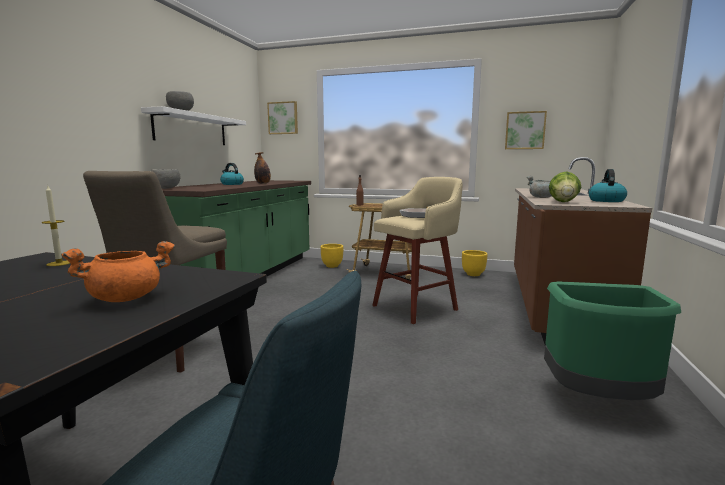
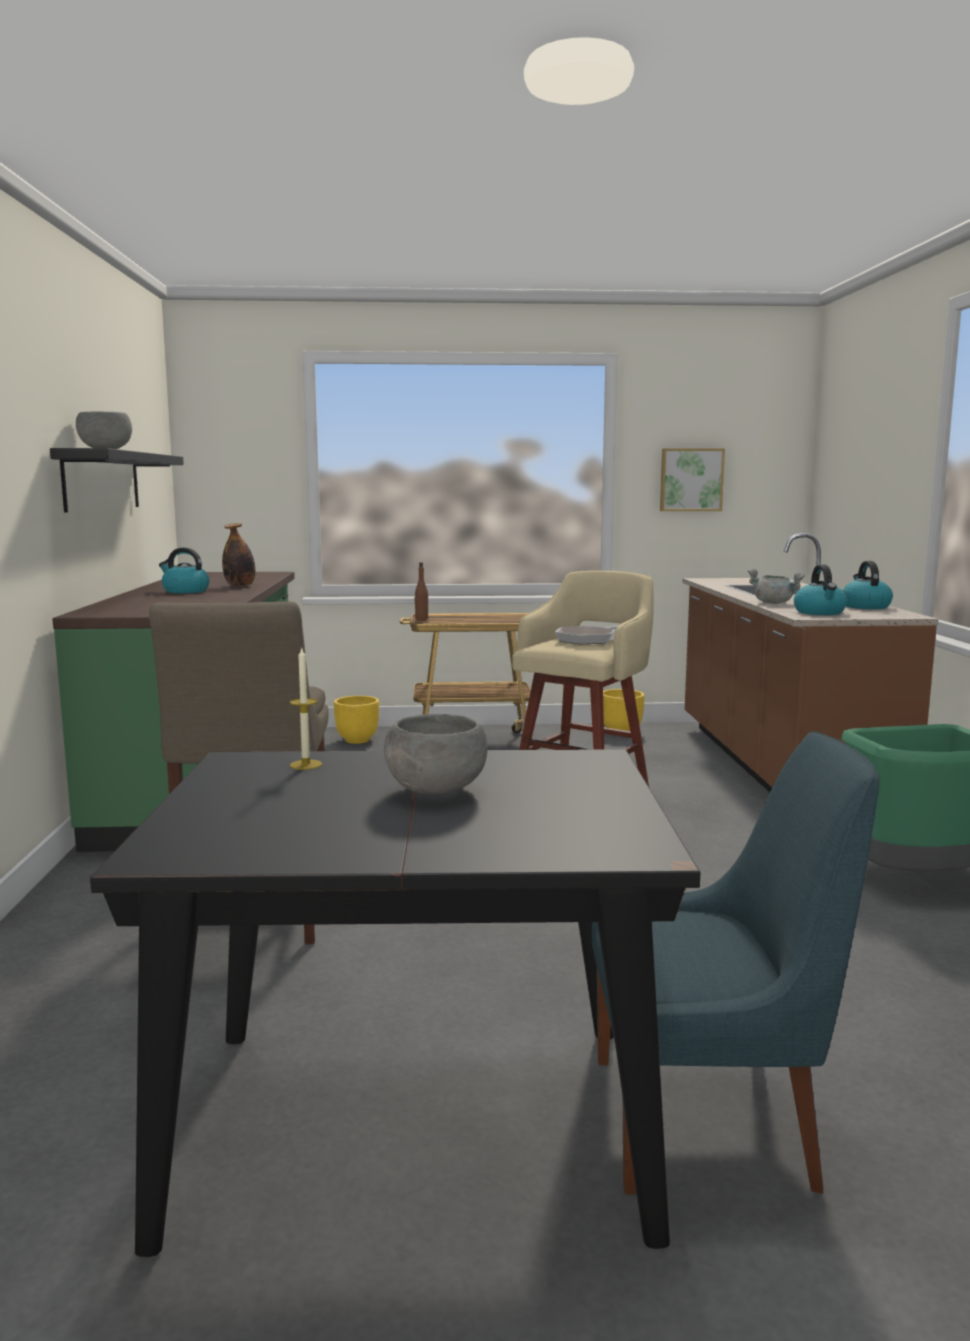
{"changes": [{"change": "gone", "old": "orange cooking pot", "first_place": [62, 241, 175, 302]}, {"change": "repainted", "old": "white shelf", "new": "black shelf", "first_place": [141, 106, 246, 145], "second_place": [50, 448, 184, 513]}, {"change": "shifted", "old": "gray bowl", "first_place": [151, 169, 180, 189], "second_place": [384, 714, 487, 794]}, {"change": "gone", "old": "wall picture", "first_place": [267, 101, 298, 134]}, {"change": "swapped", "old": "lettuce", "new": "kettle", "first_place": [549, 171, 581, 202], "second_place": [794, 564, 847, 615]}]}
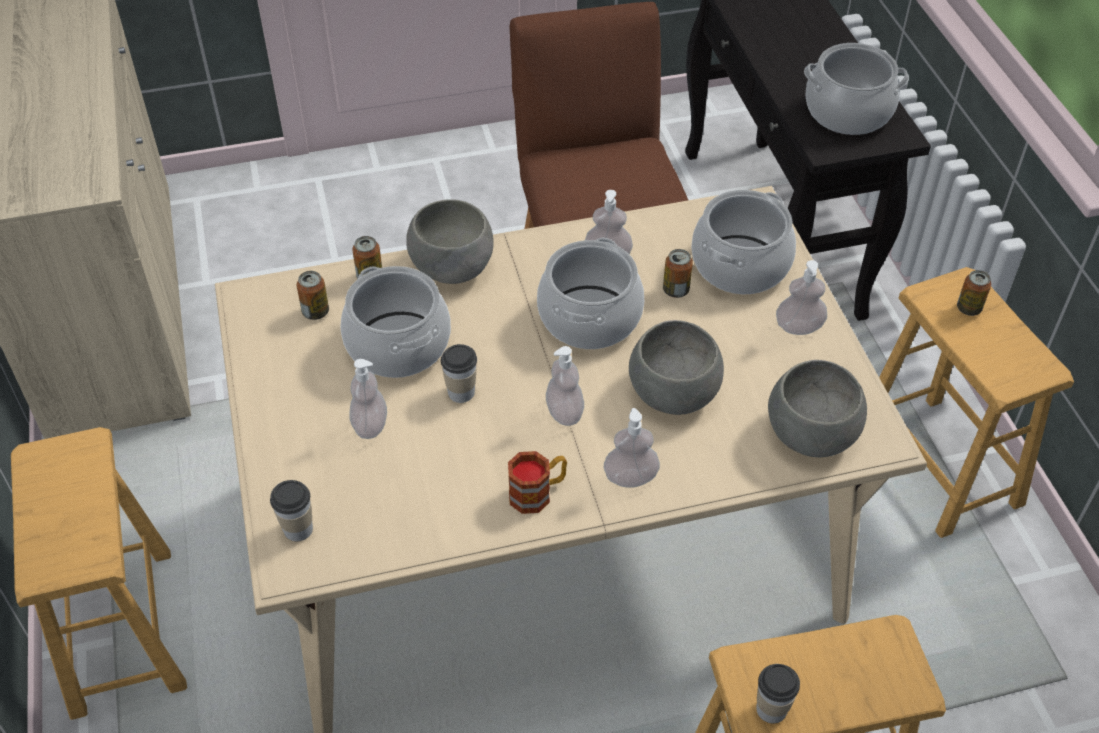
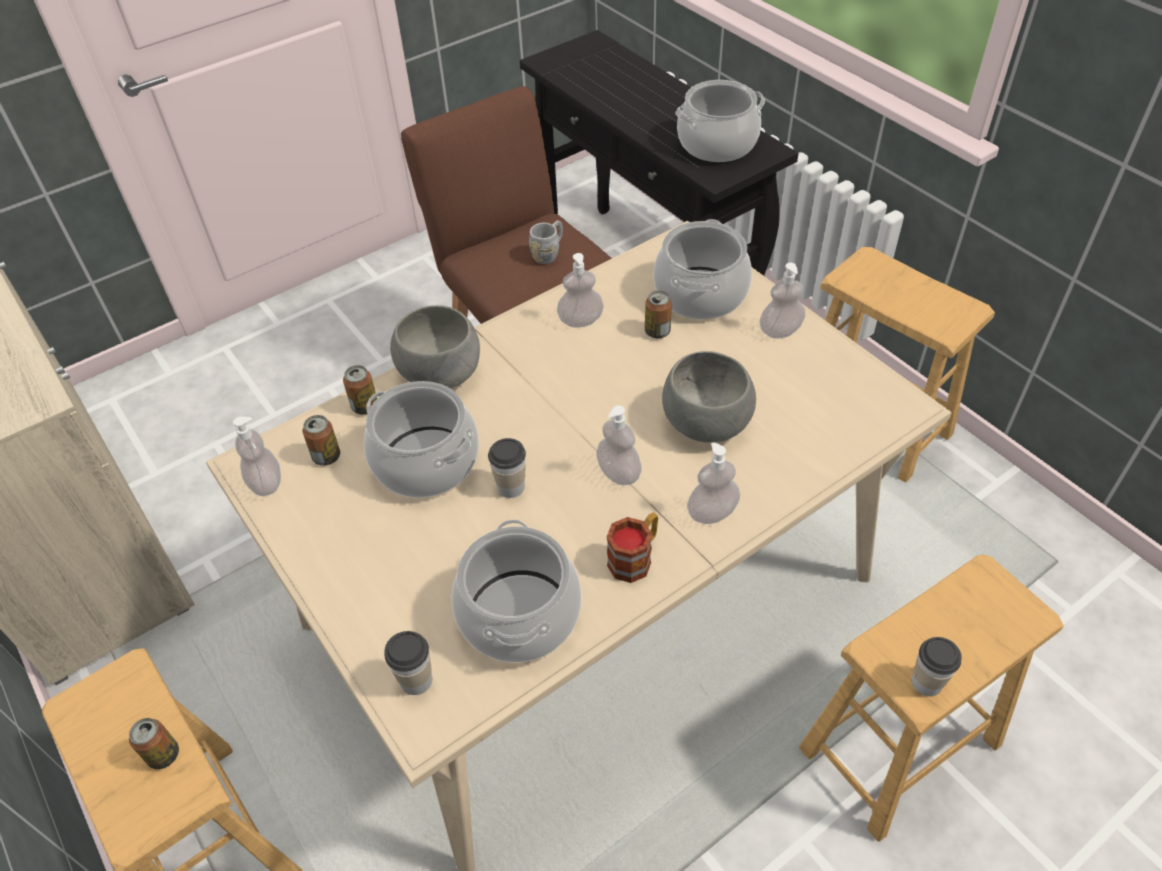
{"changes": [{"change": "shifted", "old": "soap dispenser", "first_place": [349, 359, 387, 439], "second_place": [233, 416, 281, 496]}, {"change": "shifted", "old": "cooking pot", "first_place": [537, 238, 644, 349], "second_place": [452, 520, 581, 662]}, {"change": "gone", "old": "gray bowl", "first_place": [768, 360, 867, 457]}, {"change": "shifted", "old": "sealed can", "first_place": [957, 270, 991, 316], "second_place": [129, 718, 179, 769]}, {"change": "new", "new": "gray coffee mug", "second_place": [529, 221, 563, 264]}]}
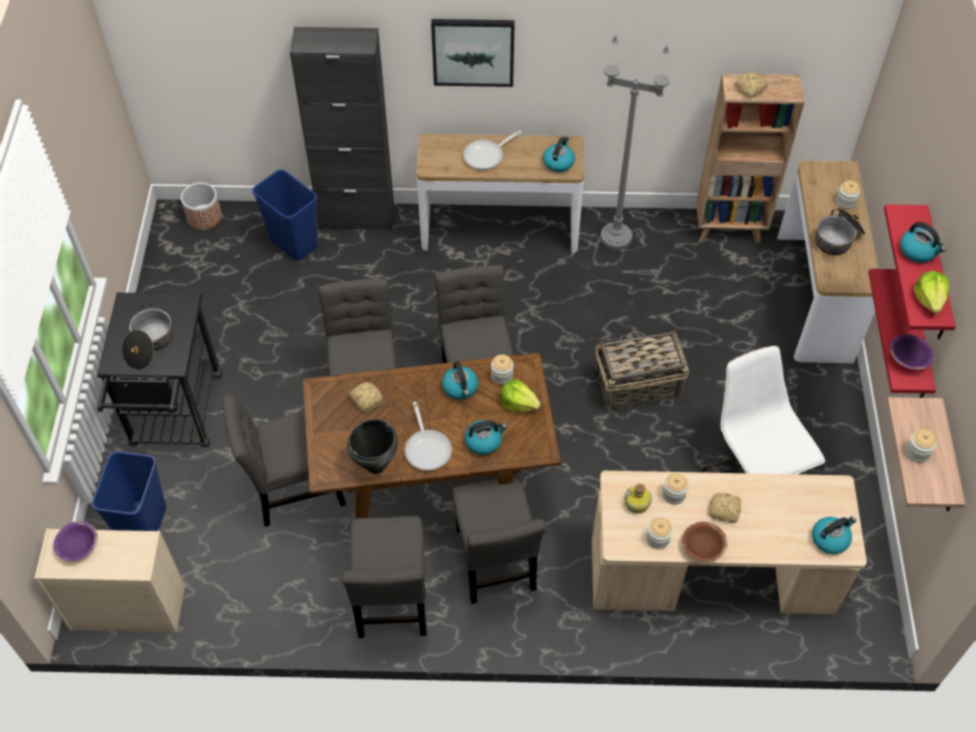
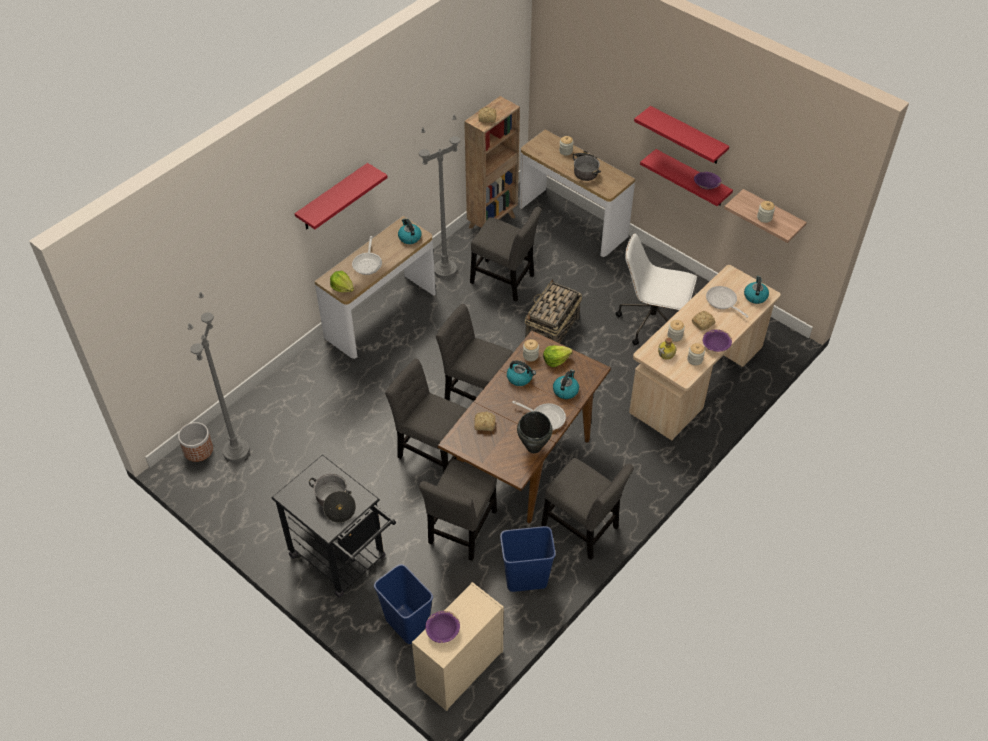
{"changes": [{"change": "shifted", "old": "blue trash can", "first_place": [252, 169, 318, 260], "second_place": [500, 526, 556, 592]}, {"change": "gone", "old": "black cupboard", "first_place": [290, 27, 394, 230]}, {"change": "swapped", "old": "wall picture", "new": "red-coloured shelf", "first_place": [431, 19, 515, 87], "second_place": [295, 163, 388, 229]}, {"change": "shifted", "old": "gray plain chair", "first_place": [453, 475, 546, 604], "second_place": [470, 207, 542, 302]}, {"change": "repainted", "old": "brown-coloured bowl", "new": "purple bowl", "first_place": [682, 522, 727, 562], "second_place": [703, 329, 732, 352]}, {"change": "gone", "old": "kettle", "first_place": [900, 222, 946, 263]}, {"change": "shifted", "old": "lettuce", "first_place": [914, 271, 949, 313], "second_place": [330, 271, 354, 292]}, {"change": "new", "new": "gray standing lamp", "second_place": [188, 292, 250, 463]}, {"change": "new", "new": "frying pan", "second_place": [706, 286, 749, 318]}]}
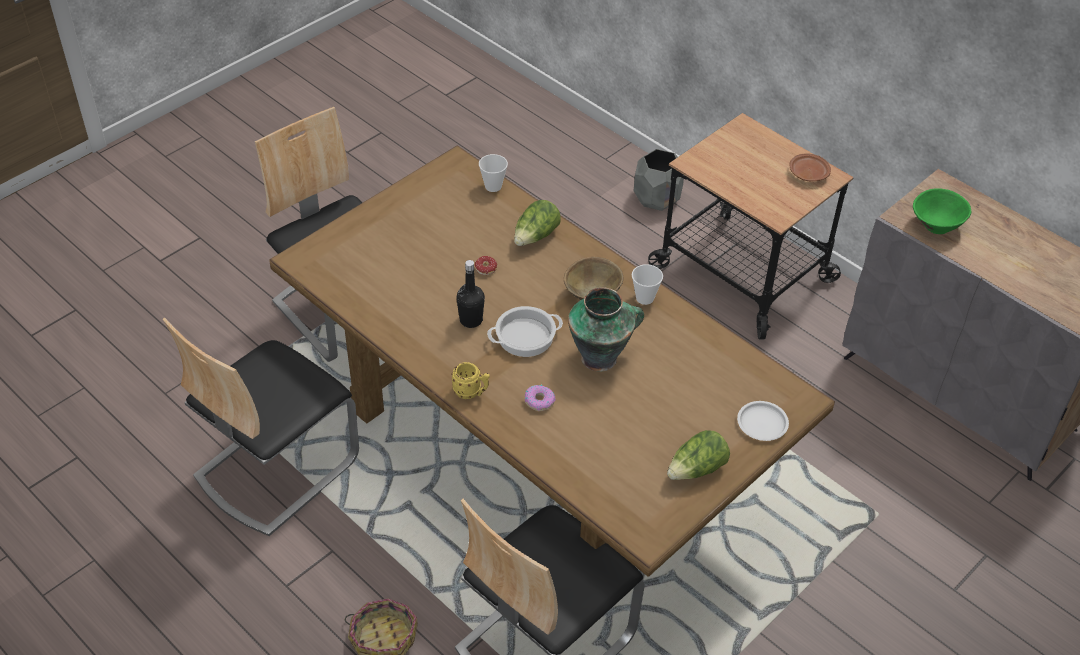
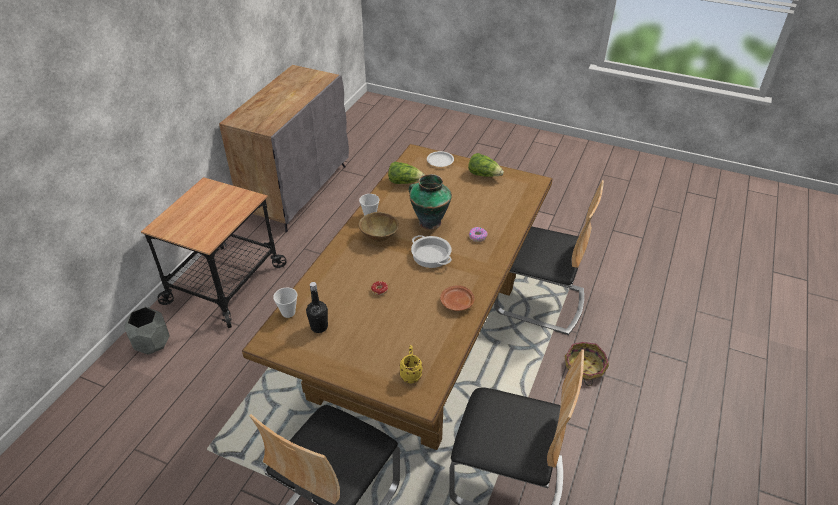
{"changes": [{"change": "shifted", "old": "yellow-coloured coffee mug", "first_place": [451, 362, 490, 399], "second_place": [399, 345, 423, 383]}, {"change": "shifted", "old": "black bottle", "first_place": [456, 260, 485, 328], "second_place": [306, 282, 328, 333]}, {"change": "shifted", "old": "lettuce", "first_place": [514, 200, 561, 246], "second_place": [388, 162, 425, 184]}, {"change": "shifted", "old": "brown-coloured dinner plate", "first_place": [790, 153, 831, 181], "second_place": [440, 285, 475, 311]}, {"change": "gone", "old": "greenish bowl", "first_place": [913, 188, 971, 234]}]}
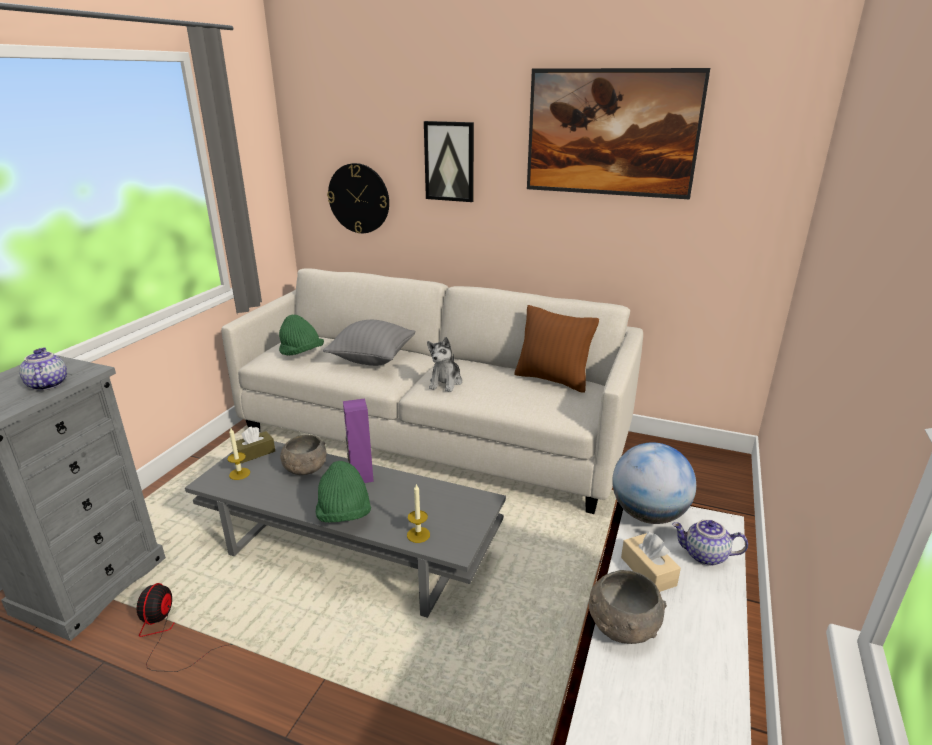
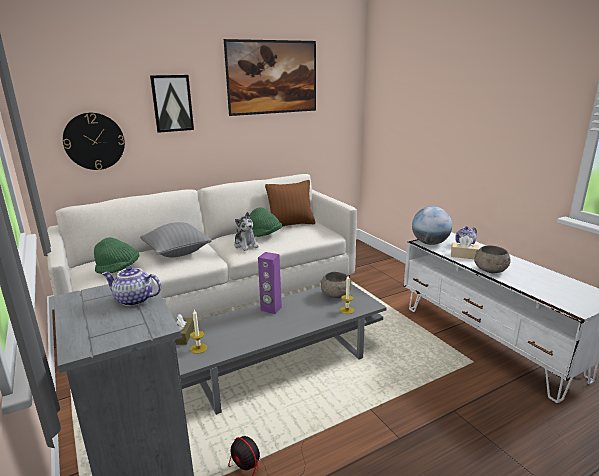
{"changes": [{"change": "shifted", "old": "gray bowl", "first_place": [280, 435, 327, 475], "second_place": [320, 272, 352, 298]}, {"change": "shifted", "old": "greenish wearable hat", "first_place": [316, 461, 371, 523], "second_place": [250, 207, 282, 237]}]}
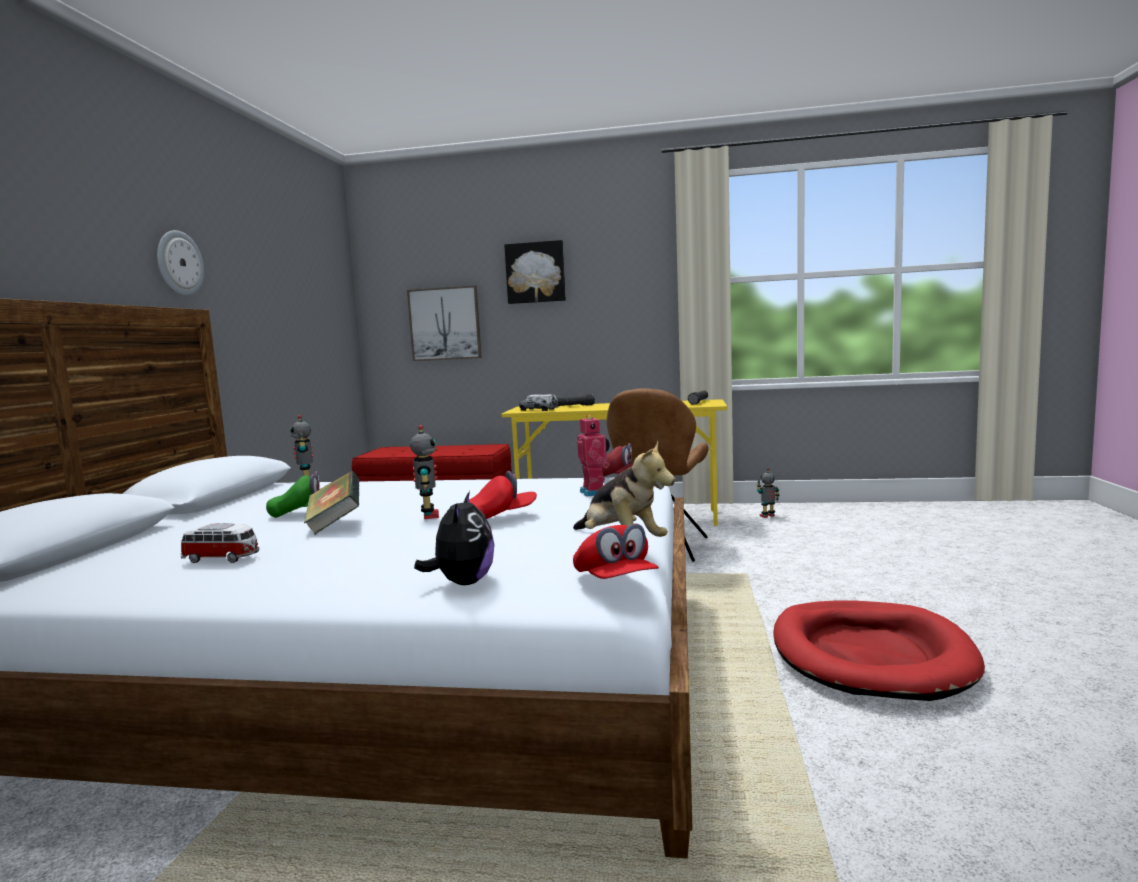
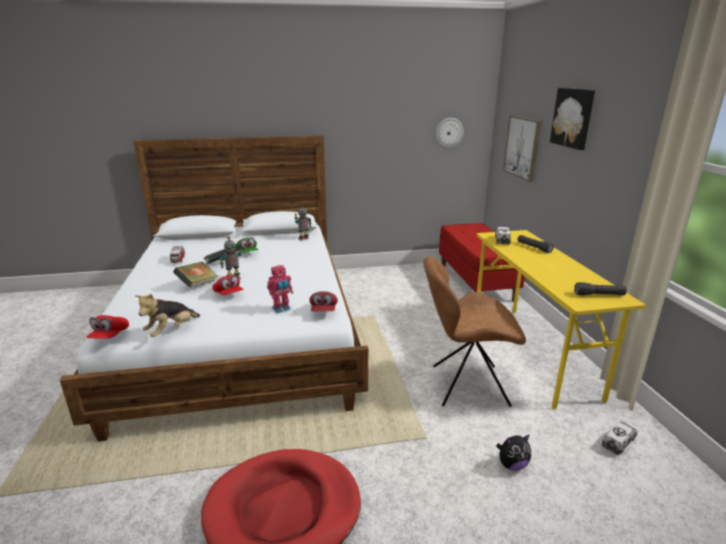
{"changes": [{"change": "shifted", "old": "wall clock", "first_place": [157, 230, 204, 296], "second_place": [435, 118, 464, 148]}, {"change": "shifted", "old": "plush toy", "first_place": [414, 491, 494, 585], "second_place": [496, 434, 531, 471]}, {"change": "rotated", "old": "red-coloured peaked cap", "first_place": [573, 523, 659, 579], "second_place": [86, 315, 129, 339], "degrees": -45}, {"change": "swapped", "old": "model robot", "new": "toy lorry", "first_place": [757, 468, 780, 518], "second_place": [601, 422, 638, 455]}, {"change": "new", "new": "book", "second_place": [173, 262, 218, 288]}]}
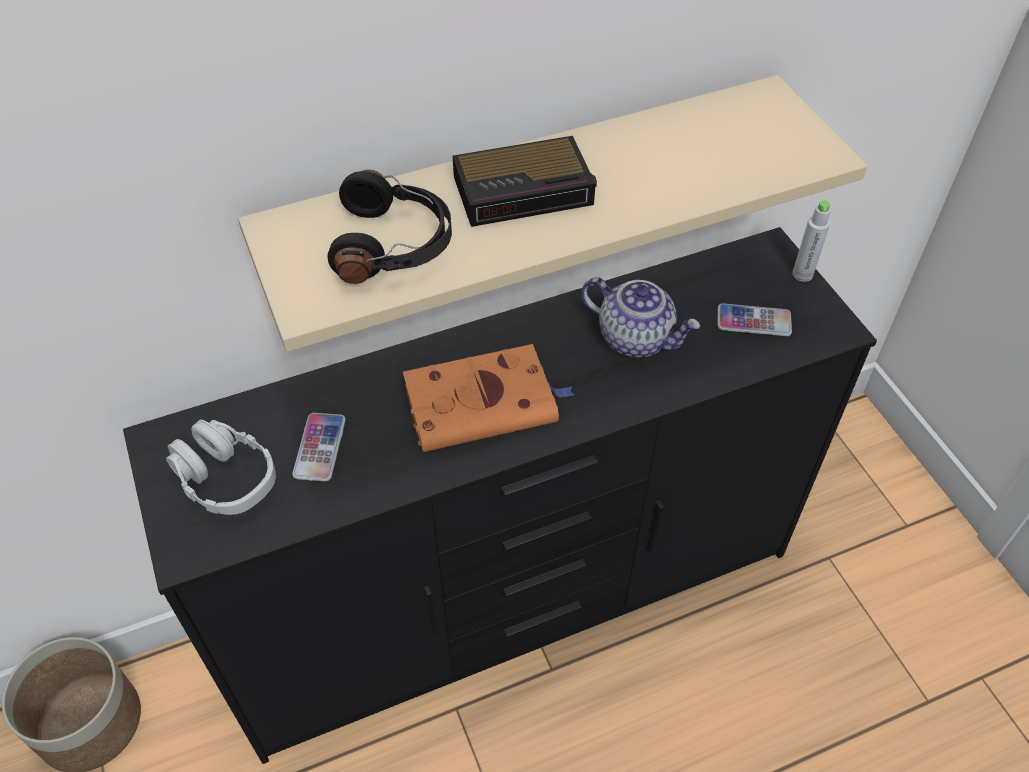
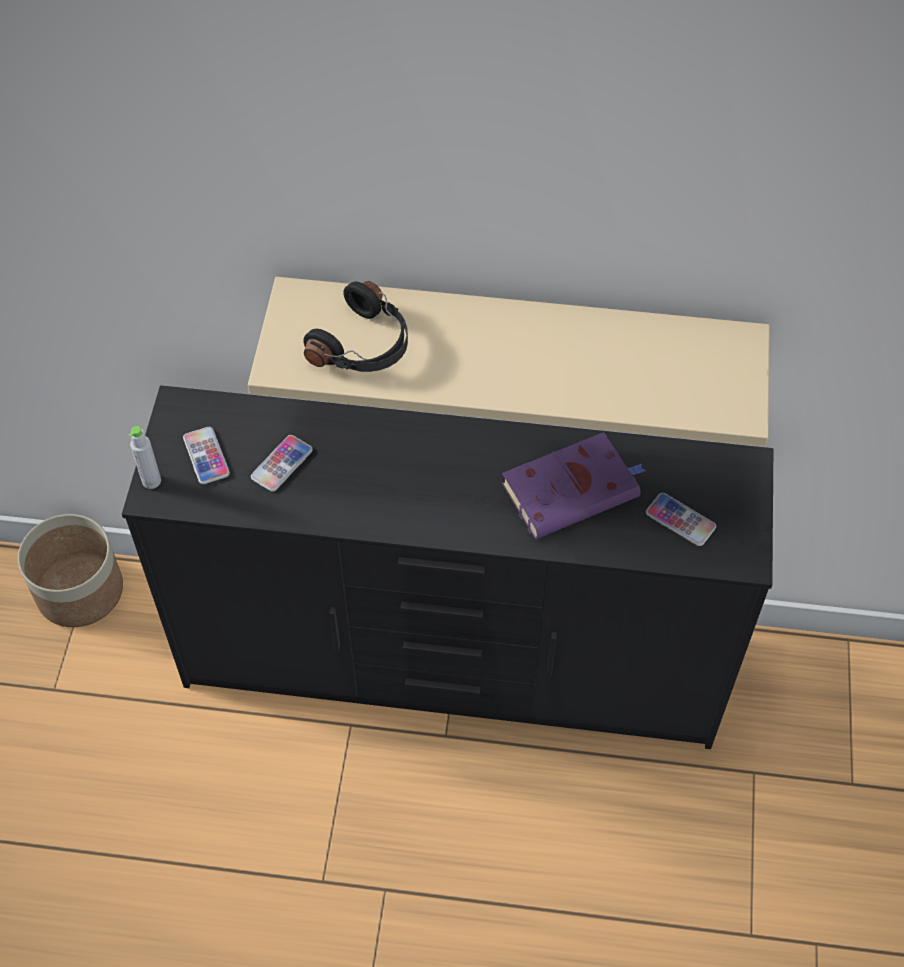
{"changes": [{"change": "swapped", "old": "gray headset", "new": "handset", "first_place": [166, 420, 276, 515], "second_place": [183, 427, 230, 484]}, {"change": "gone", "old": "orange book", "first_place": [403, 344, 575, 452]}, {"change": "gone", "old": "table clock", "first_place": [453, 136, 597, 227]}, {"change": "swapped", "old": "pot for tea", "new": "purple book", "first_place": [581, 277, 701, 358], "second_place": [502, 432, 646, 539]}, {"change": "shifted", "old": "gray bottle", "first_place": [793, 200, 831, 282], "second_place": [129, 426, 161, 489]}]}
